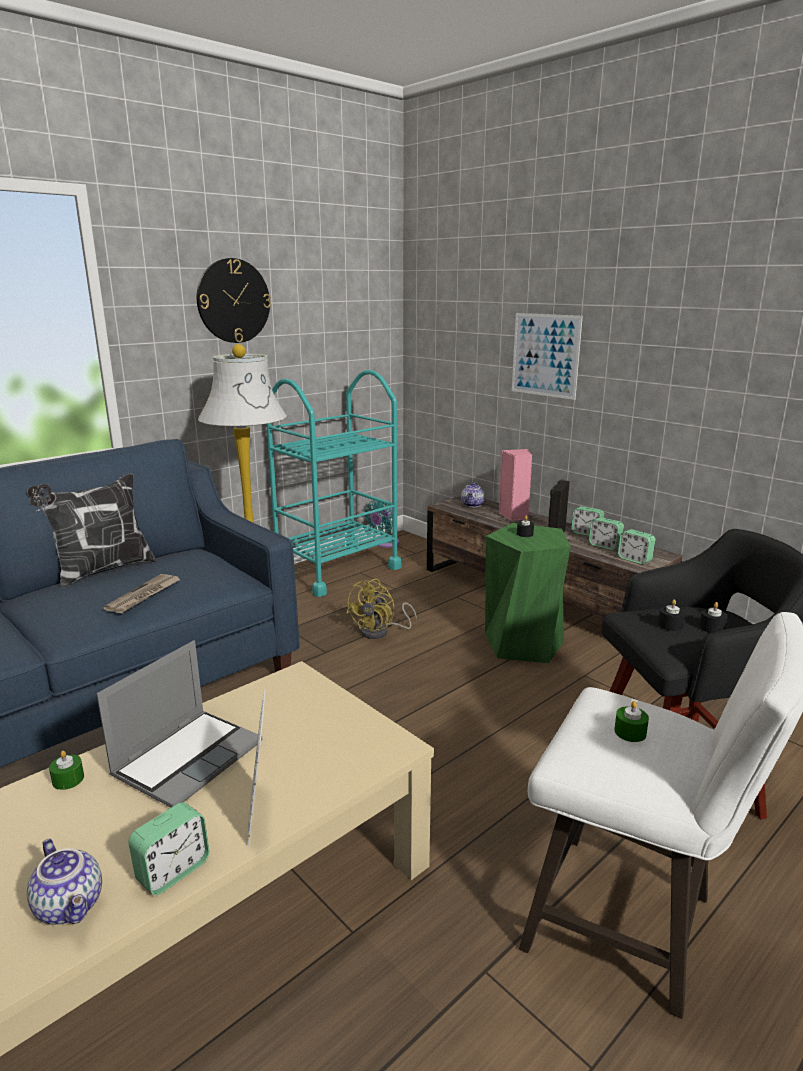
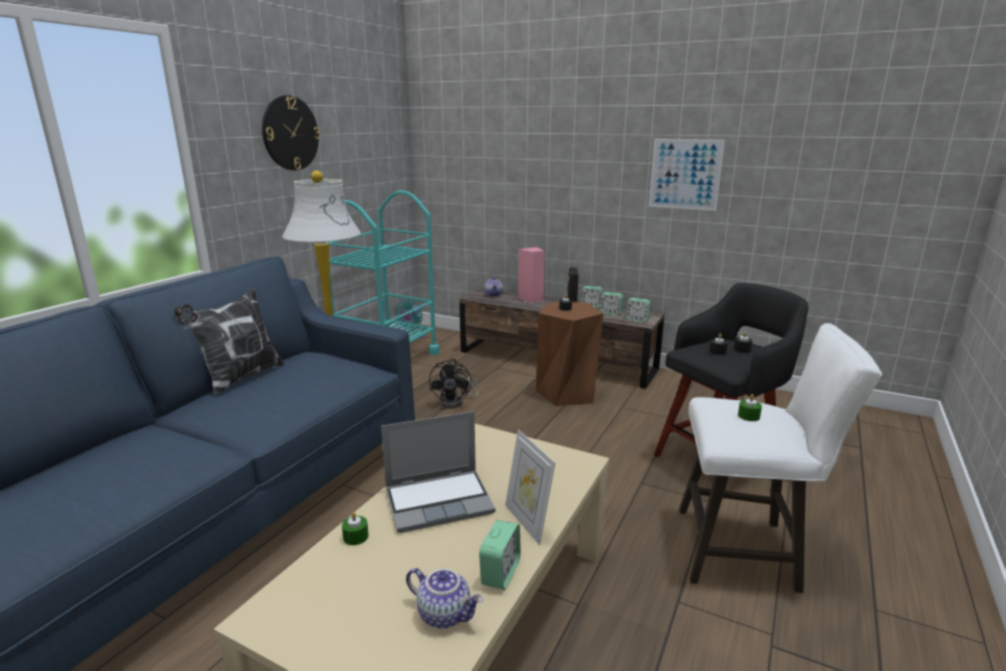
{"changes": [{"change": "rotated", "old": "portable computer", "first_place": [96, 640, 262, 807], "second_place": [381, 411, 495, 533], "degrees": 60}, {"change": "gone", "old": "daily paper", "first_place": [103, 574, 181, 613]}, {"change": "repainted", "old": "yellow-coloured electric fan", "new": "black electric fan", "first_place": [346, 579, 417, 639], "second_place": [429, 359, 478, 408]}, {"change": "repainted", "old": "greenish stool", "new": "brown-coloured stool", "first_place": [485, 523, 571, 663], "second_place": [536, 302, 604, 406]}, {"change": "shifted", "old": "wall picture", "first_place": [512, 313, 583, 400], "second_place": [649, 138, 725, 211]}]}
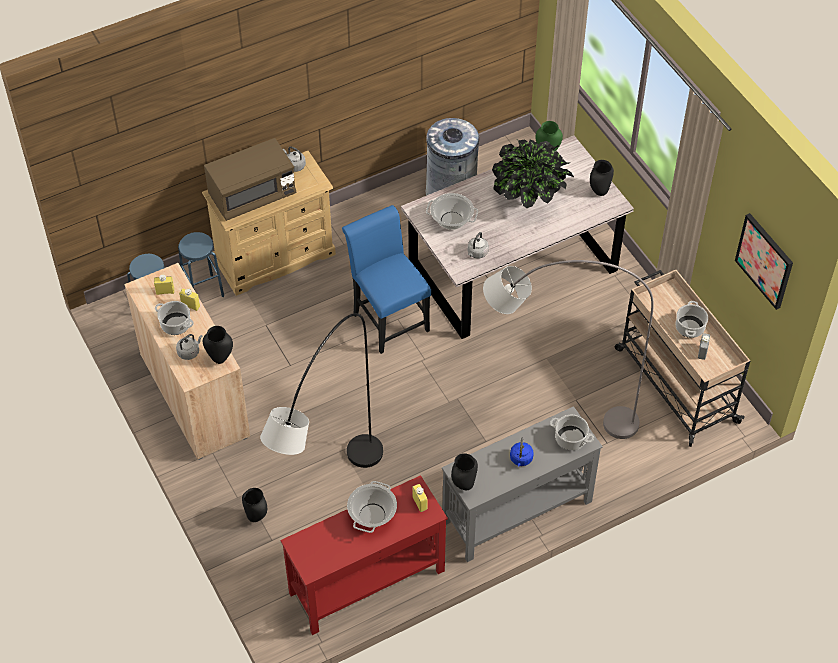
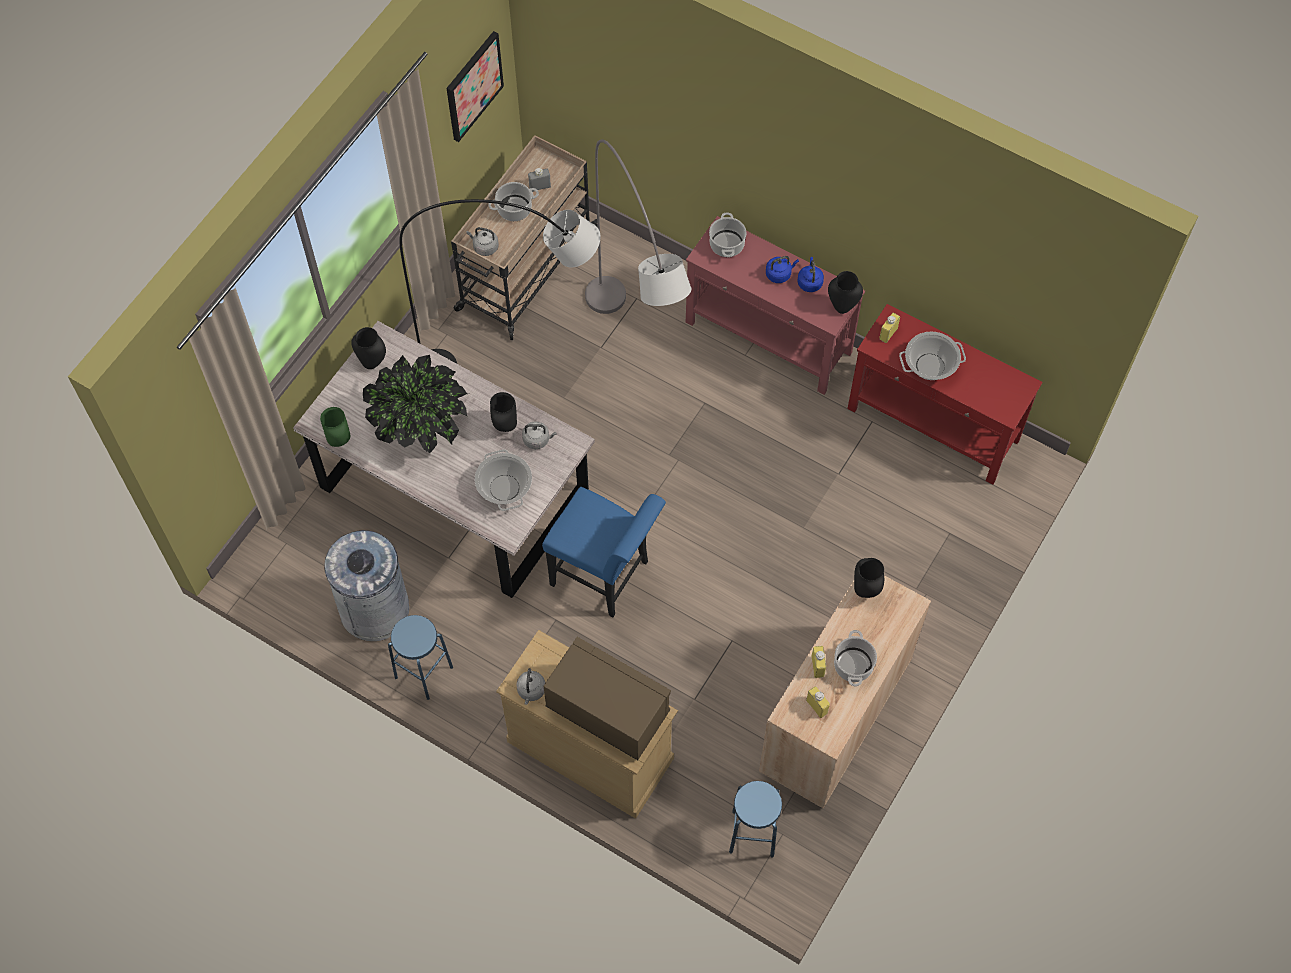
{"changes": [{"change": "shifted", "old": "gray kettle", "first_place": [176, 334, 203, 360], "second_place": [467, 227, 499, 256]}, {"change": "shifted", "old": "blue stool", "first_place": [178, 232, 224, 297], "second_place": [388, 615, 453, 700]}, {"change": "shifted", "old": "black decorative vase", "first_place": [242, 488, 267, 522], "second_place": [490, 392, 517, 432]}, {"change": "shifted", "old": "black standing lamp", "first_place": [260, 313, 383, 468], "second_place": [399, 199, 600, 364]}, {"change": "rotated", "old": "blue plain chair", "first_place": [342, 205, 431, 354], "second_place": [542, 487, 666, 617], "degrees": -90}, {"change": "repainted", "old": "gray hall table", "new": "red-coloured hall table", "first_place": [442, 406, 603, 562], "second_place": [686, 216, 865, 395]}, {"change": "new", "new": "blue kettle", "second_place": [797, 257, 824, 292]}]}
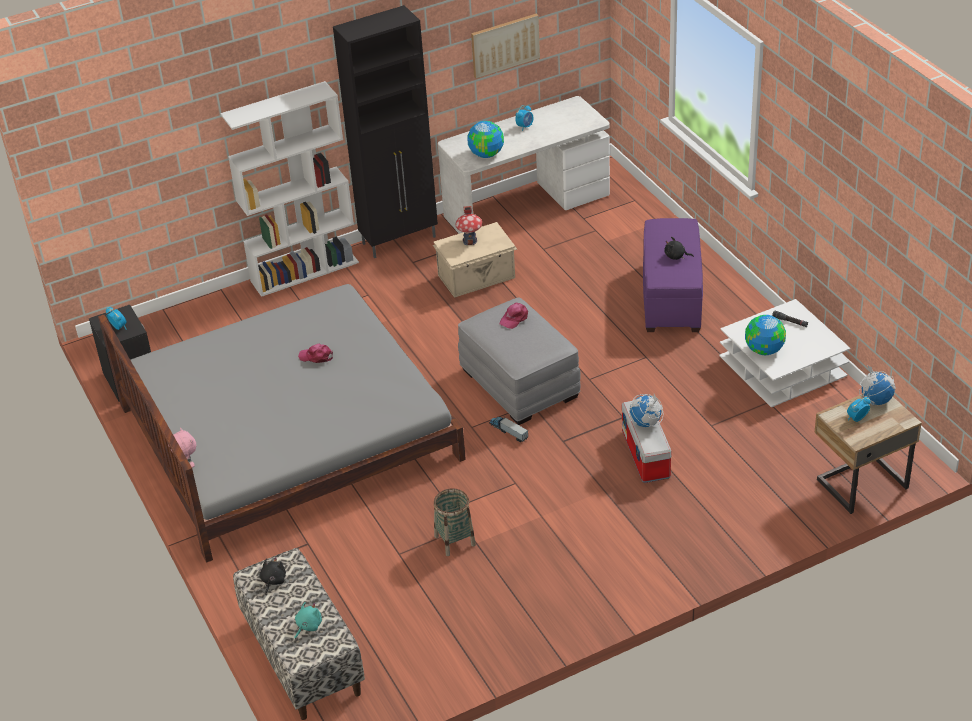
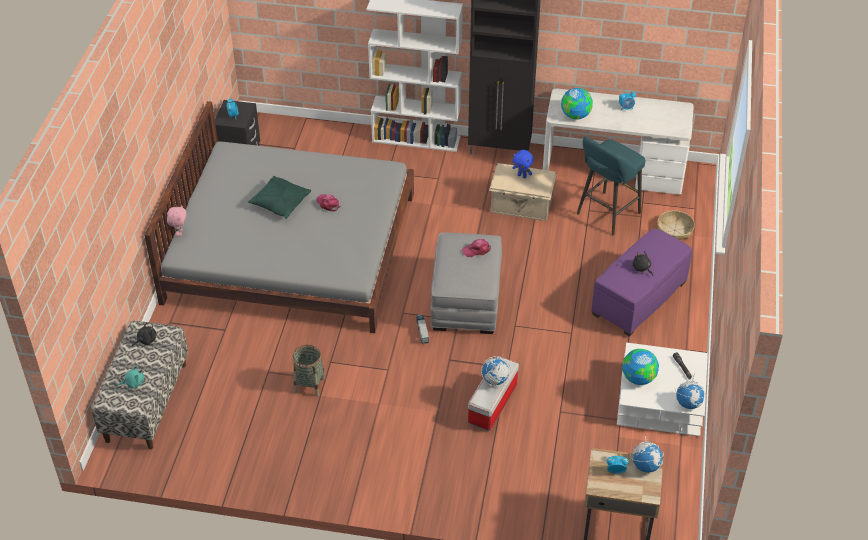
{"changes": [{"change": "swapped", "old": "toy house", "new": "blue plush toy", "first_place": [455, 206, 482, 245], "second_place": [513, 150, 534, 178]}, {"change": "gone", "old": "wall picture", "first_place": [471, 14, 540, 79]}, {"change": "new", "new": "greenish throw pillow", "second_place": [248, 176, 311, 219]}, {"change": "new", "new": "turquoise stool", "second_place": [577, 137, 645, 235]}, {"change": "new", "new": "household basket", "second_place": [658, 211, 695, 240]}, {"change": "new", "new": "globe", "second_place": [675, 373, 706, 409]}]}
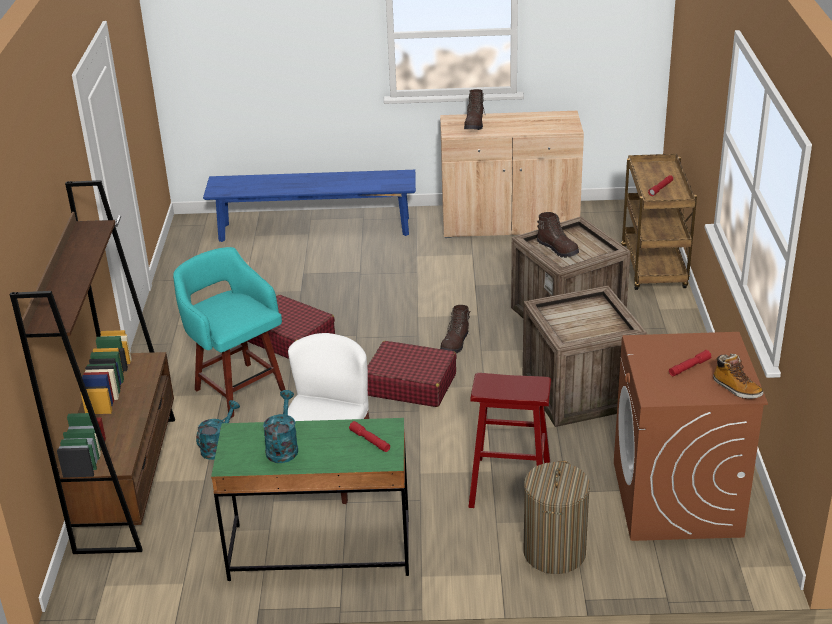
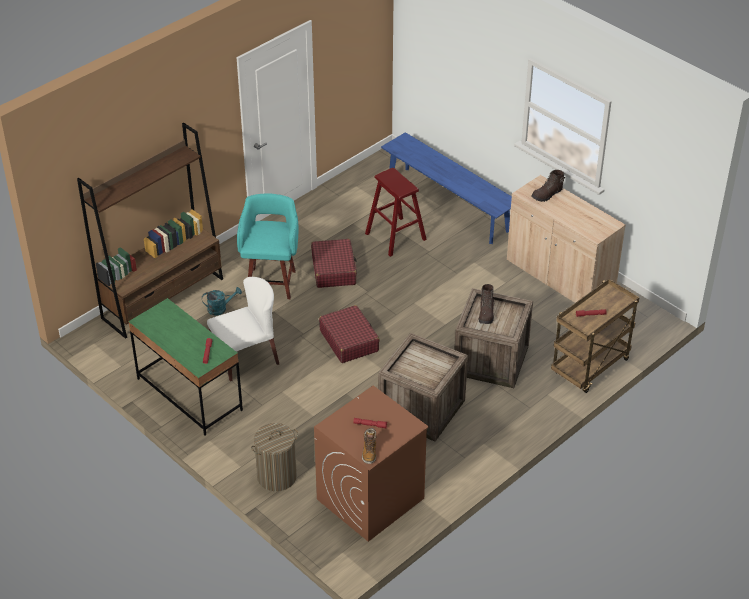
{"changes": [{"change": "gone", "old": "turquoise watering can", "first_place": [263, 390, 298, 463]}, {"change": "gone", "old": "brown-coloured boot", "first_place": [440, 305, 470, 353]}, {"change": "shifted", "old": "red-coloured stool", "first_place": [468, 373, 551, 508], "second_place": [365, 168, 427, 257]}]}
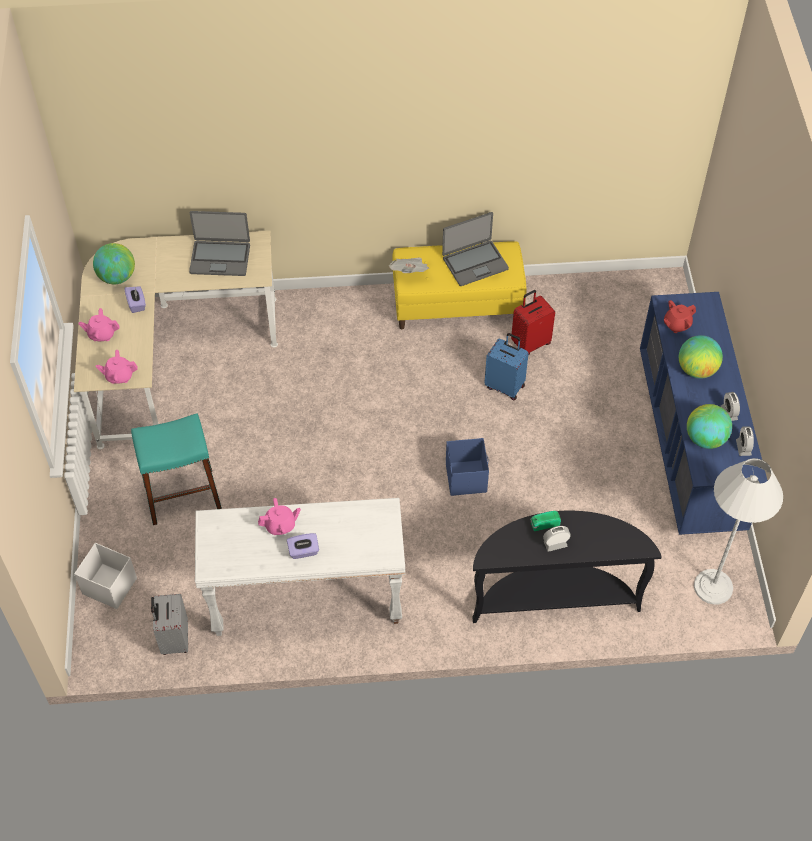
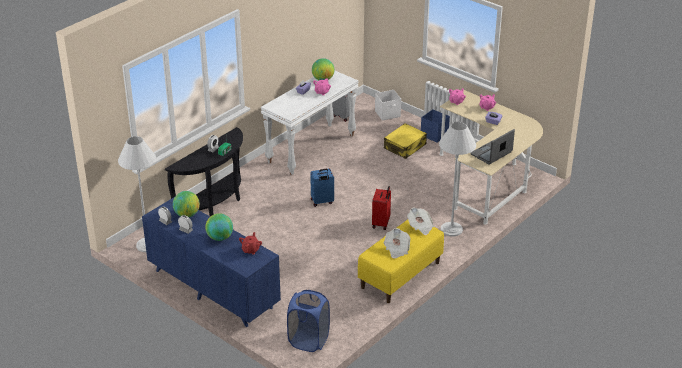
{"changes": [{"change": "shifted", "old": "globe", "first_place": [93, 243, 135, 284], "second_place": [312, 58, 334, 80]}, {"change": "swapped", "old": "turquoise stool", "new": "yellow-coloured piece of luggage", "first_place": [131, 413, 222, 525], "second_place": [384, 123, 427, 159]}, {"change": "swapped", "old": "portable computer", "new": "daily paper", "first_place": [442, 212, 509, 286], "second_place": [384, 228, 411, 259]}, {"change": "shifted", "old": "blue storage box", "first_place": [446, 438, 489, 496], "second_place": [421, 109, 450, 143]}, {"change": "shifted", "old": "blue piece of luggage", "first_place": [484, 333, 529, 401], "second_place": [310, 169, 334, 207]}, {"change": "shifted", "old": "red-coloured piece of luggage", "first_place": [511, 290, 555, 355], "second_place": [372, 186, 391, 230]}, {"change": "new", "new": "blue hamper", "second_place": [287, 290, 330, 352]}, {"change": "new", "new": "white standing lamp", "second_place": [439, 122, 476, 237]}]}
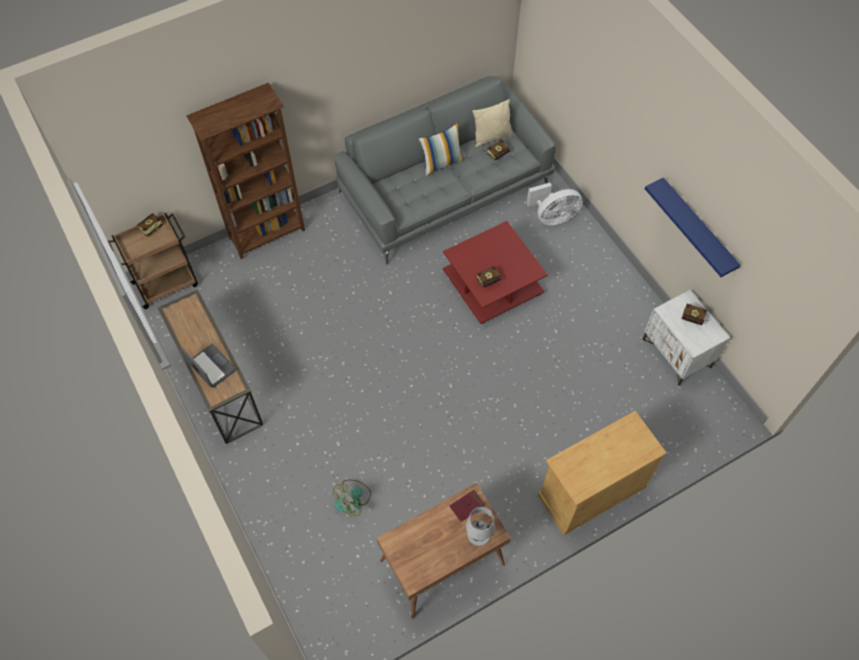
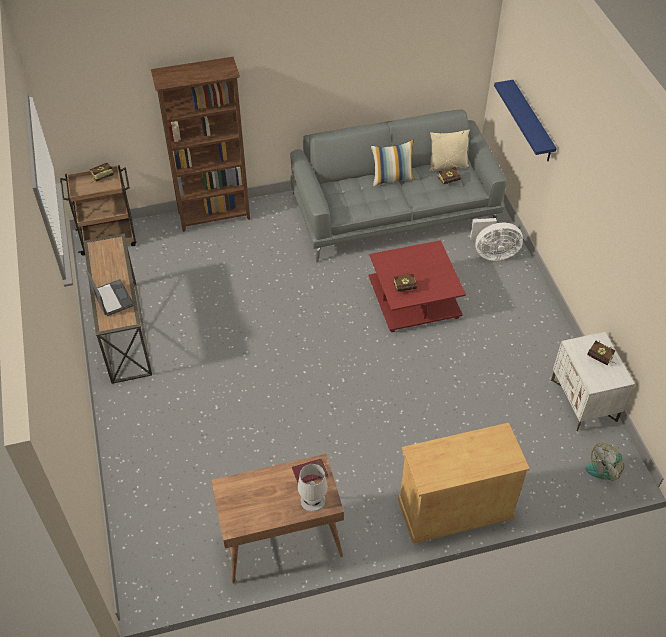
{"changes": [{"change": "shifted", "old": "electric fan", "first_place": [333, 480, 371, 517], "second_place": [585, 443, 624, 480]}, {"change": "shifted", "old": "blue shelf", "first_place": [645, 178, 741, 277], "second_place": [494, 80, 557, 162]}]}
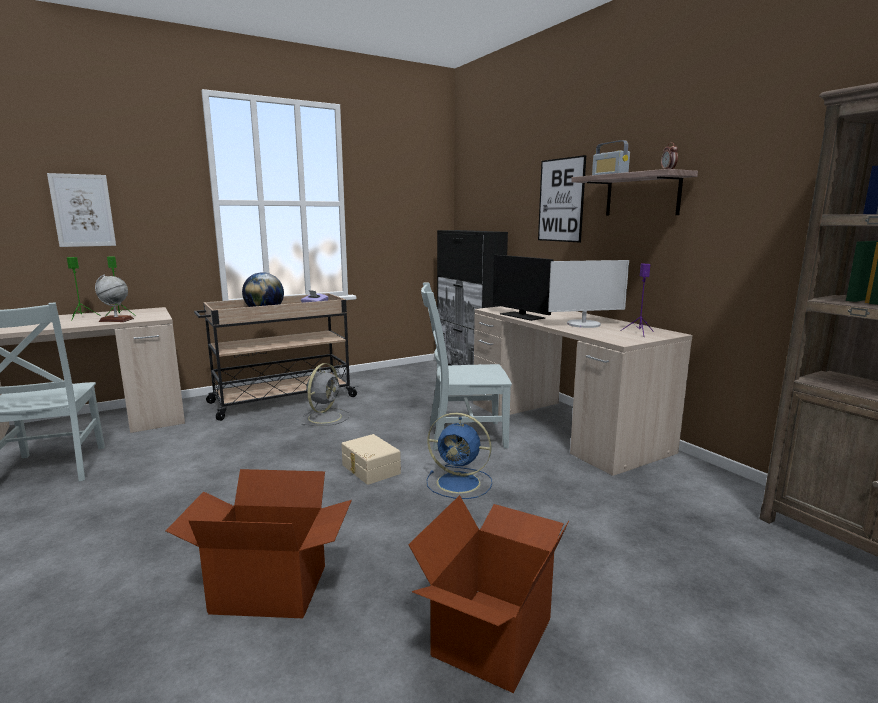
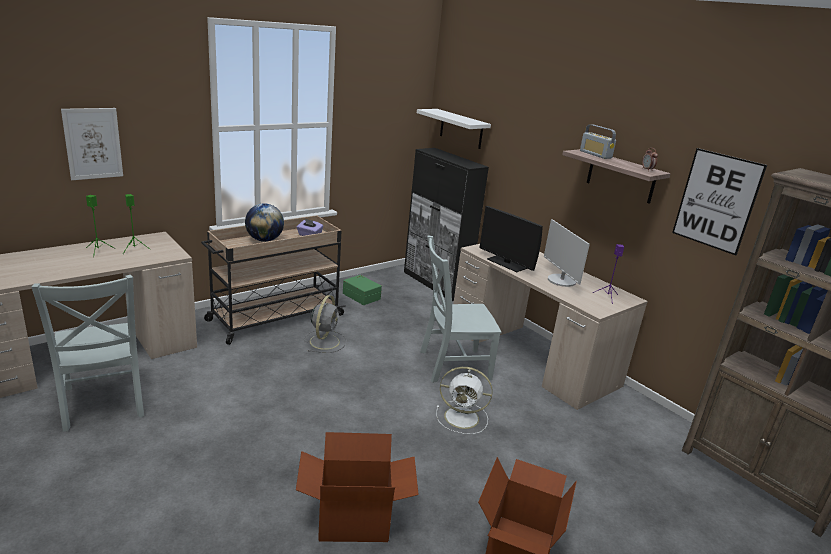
{"changes": [{"change": "gone", "old": "globe", "first_place": [95, 275, 134, 322]}, {"change": "gone", "old": "sand-coloured storage box", "first_place": [341, 434, 401, 485]}, {"change": "repainted", "old": "blue electric fan", "new": "white electric fan", "first_place": [427, 413, 492, 499], "second_place": [436, 367, 493, 434]}, {"change": "shifted", "old": "wall picture", "first_place": [538, 155, 586, 242], "second_place": [672, 148, 767, 255]}, {"change": "rotated", "old": "computer display", "first_place": [548, 260, 629, 328], "second_place": [544, 219, 590, 287], "degrees": 90}, {"change": "new", "new": "greenish storage box", "second_place": [343, 275, 382, 305]}, {"change": "new", "new": "white shelf", "second_place": [417, 109, 491, 149]}]}
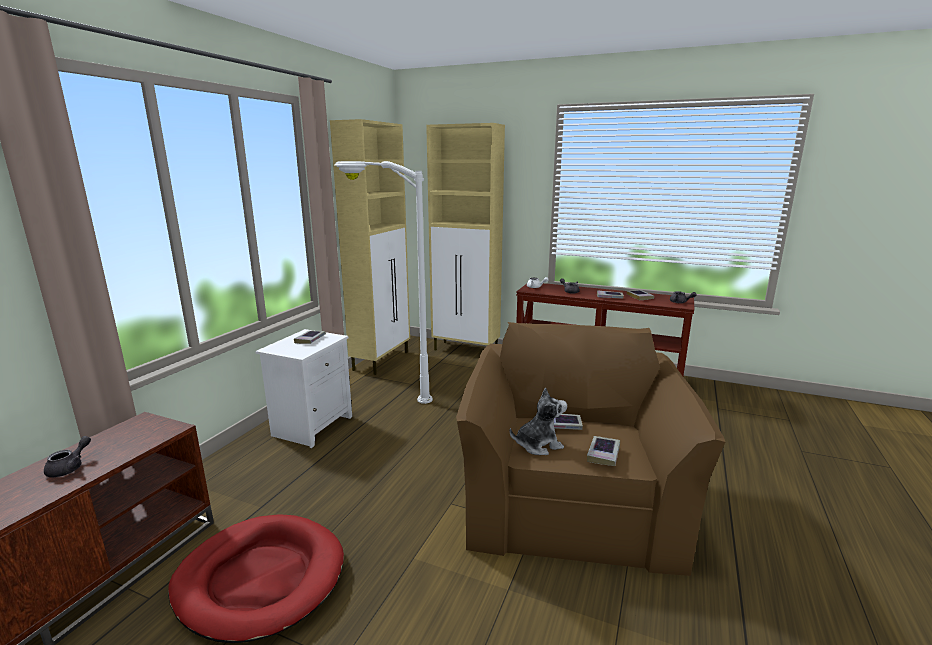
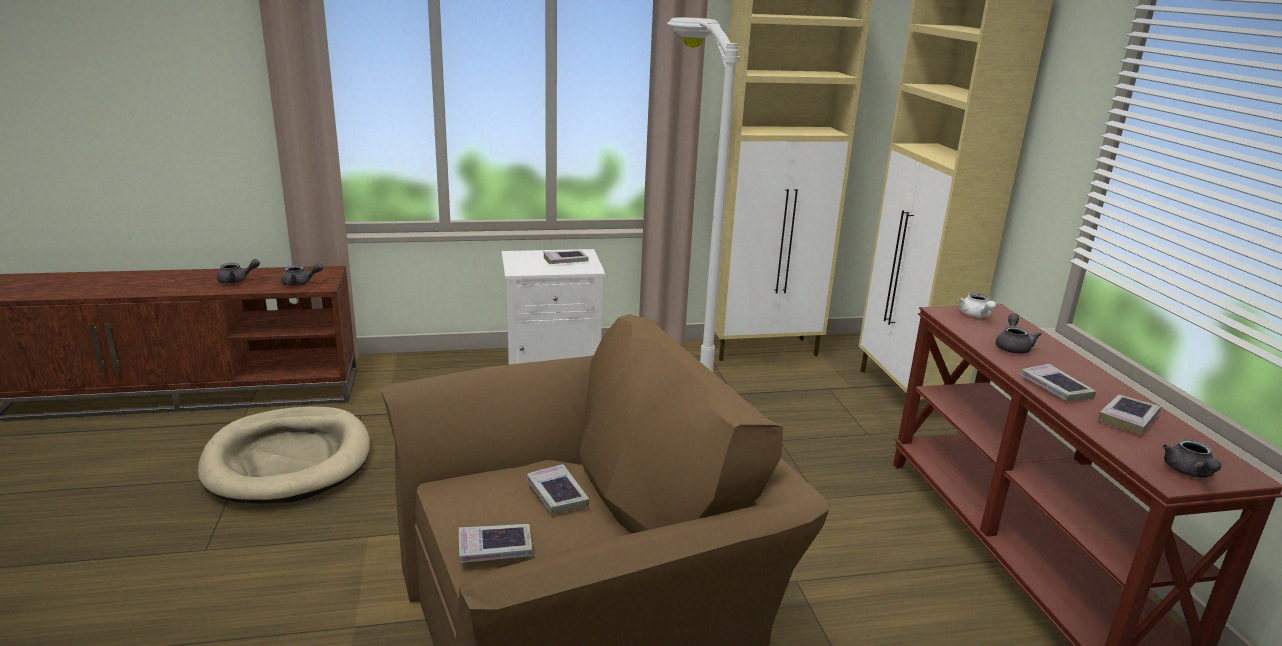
{"changes": [{"change": "repainted", "old": "red-coloured pet bed", "new": "sand-coloured pet bed", "first_place": [168, 514, 344, 643], "second_place": [198, 406, 370, 504]}, {"change": "gone", "old": "plush toy", "first_place": [510, 387, 567, 455]}, {"change": "new", "new": "gray pot for tea", "second_place": [281, 263, 323, 286]}]}
